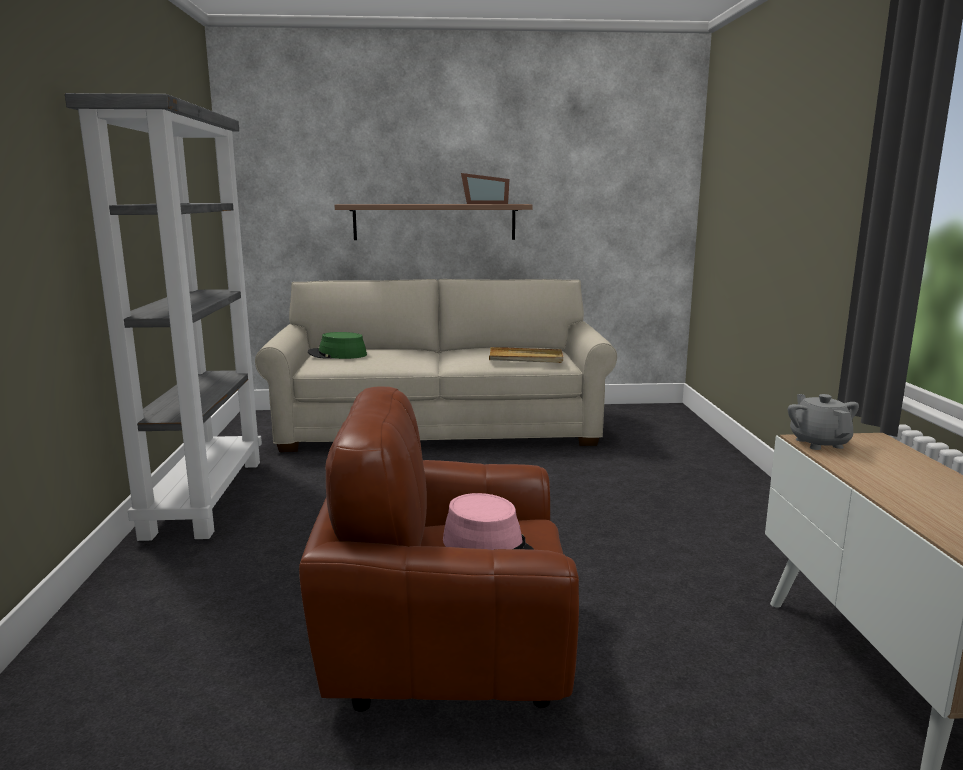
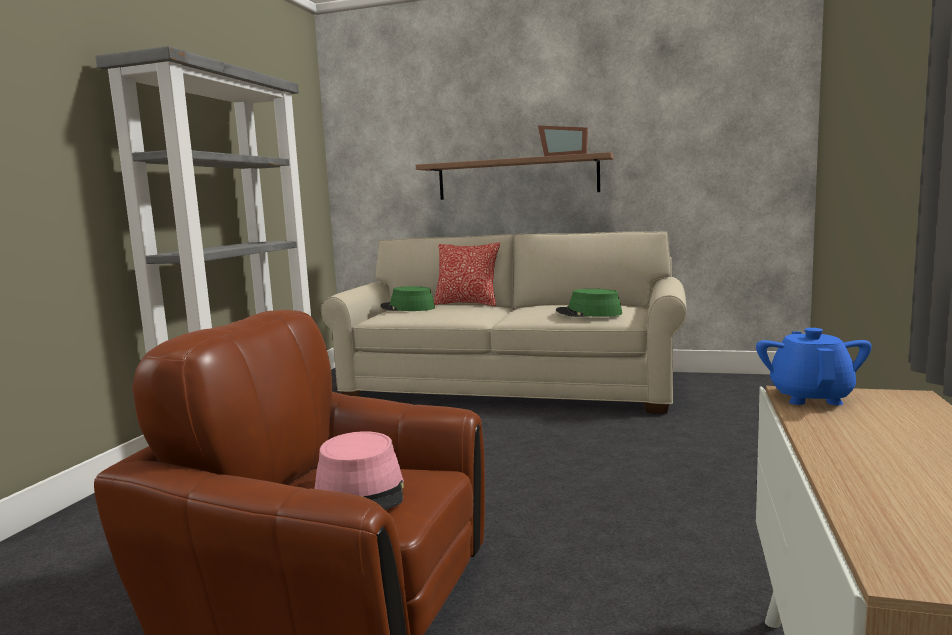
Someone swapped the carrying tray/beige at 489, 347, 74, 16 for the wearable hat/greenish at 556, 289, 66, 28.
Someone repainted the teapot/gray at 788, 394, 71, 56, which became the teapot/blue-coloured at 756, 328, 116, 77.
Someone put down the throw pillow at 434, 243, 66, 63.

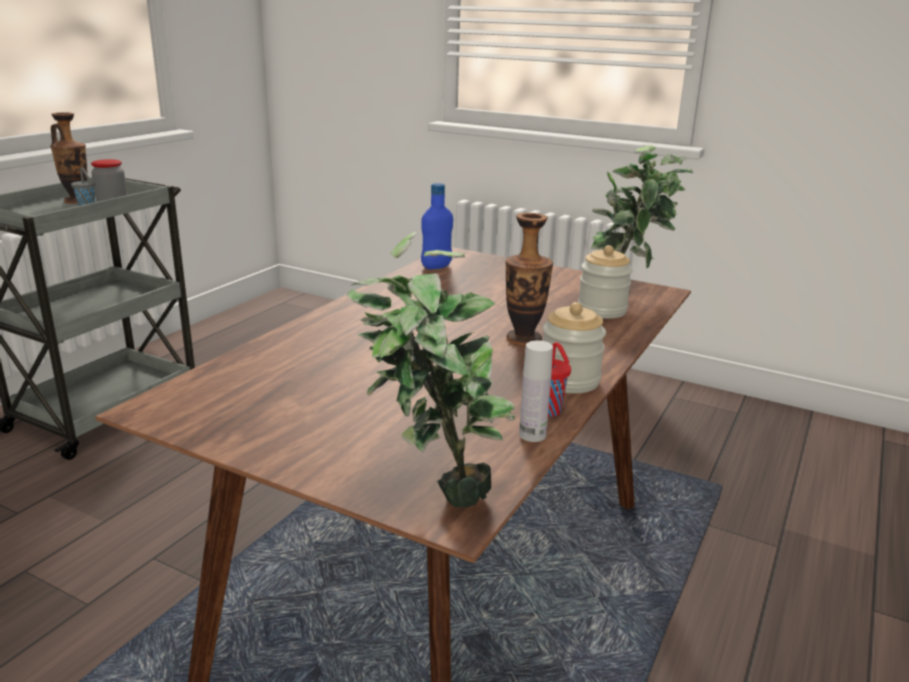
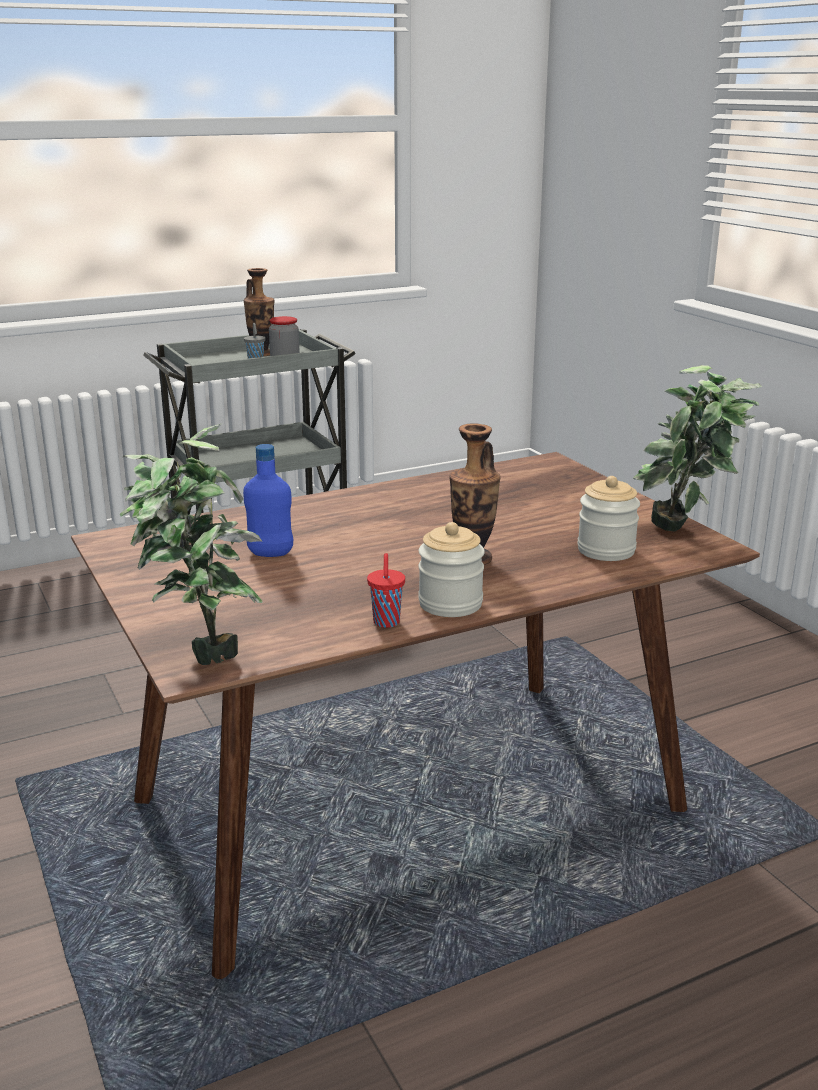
Someone carried the beverage bottle/blue-coloured from 421, 183, 32, 86 to 243, 444, 50, 113.
Someone took away the beverage bottle/white at 519, 340, 34, 102.

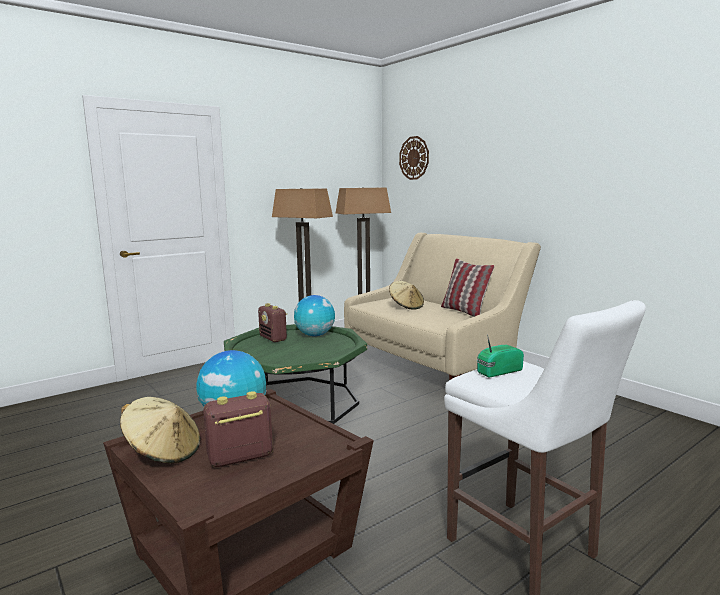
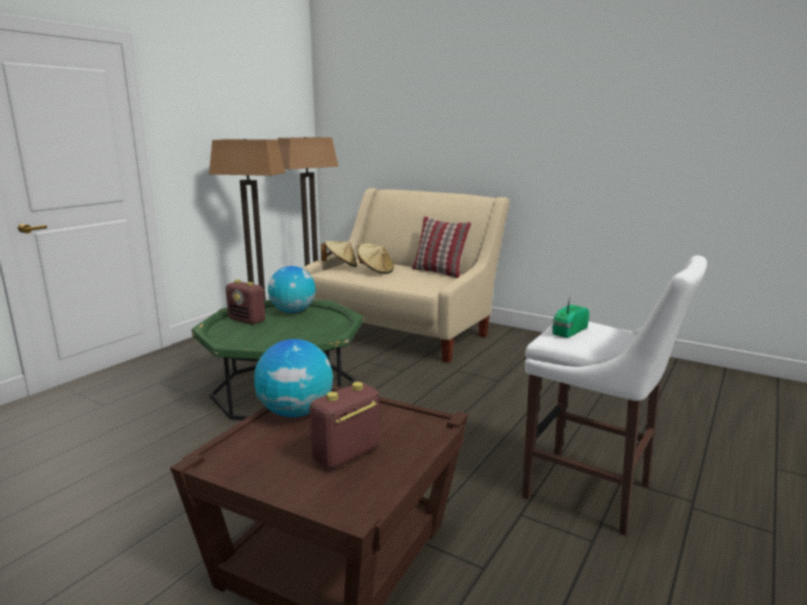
Someone carried the wearable hat/beige from 120, 397, 80, 66 to 321, 241, 36, 26.
Someone took away the hanging clock at 399, 136, 30, 44.

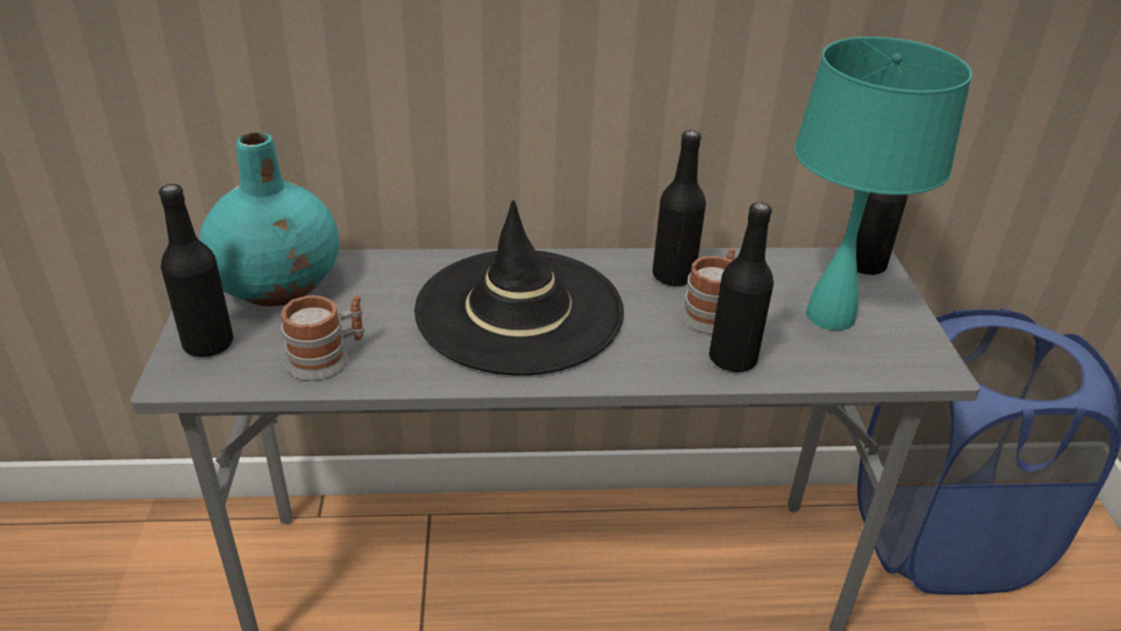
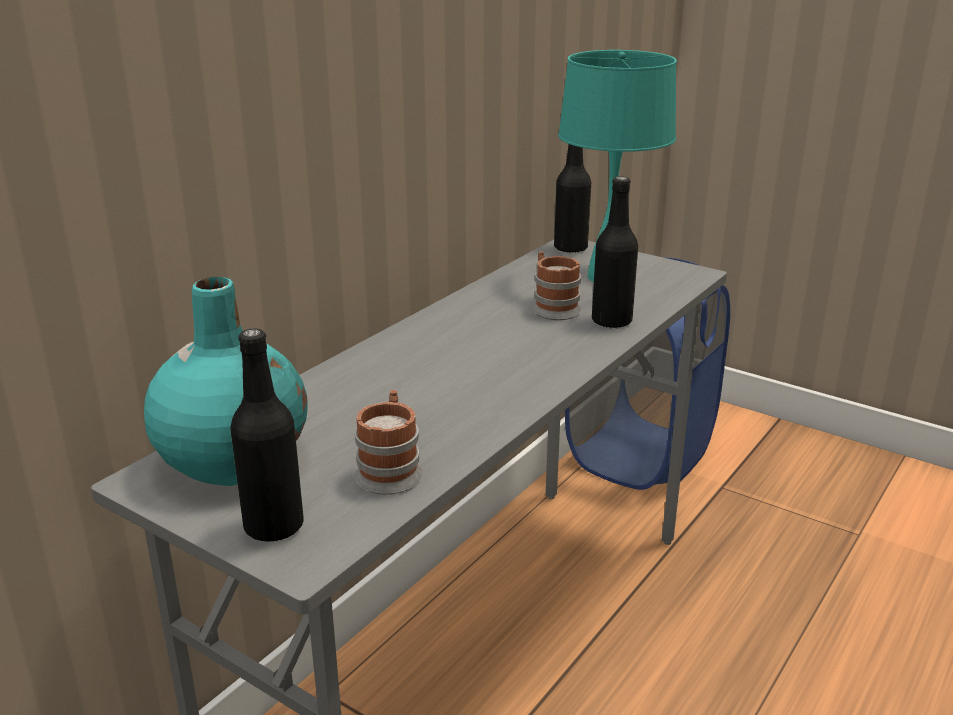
Someone took away the wearable hat/black-coloured at 414, 200, 210, 176.
Someone took away the beverage bottle/black-coloured at 652, 130, 54, 156.

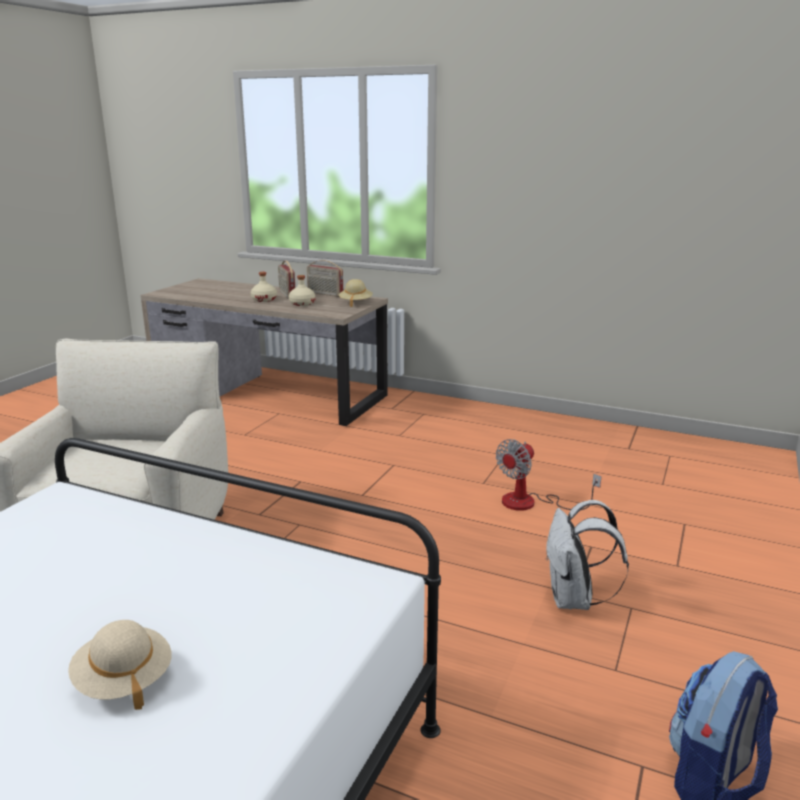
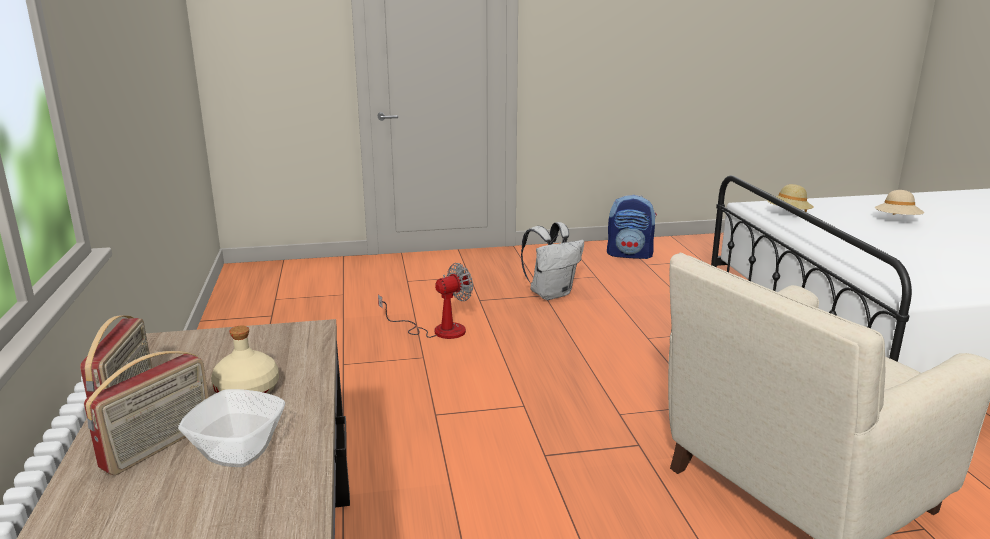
Someone swapped the beverage bottle/beige at 251, 272, 26, 30 for the deep dish at 178, 389, 107, 78.
Someone carried the wearable hat/beige from 339, 279, 34, 28 to 767, 184, 47, 28.
Someone rotated the electric fan at 496, 439, 106, 72 by 45 degrees counterclockwise.

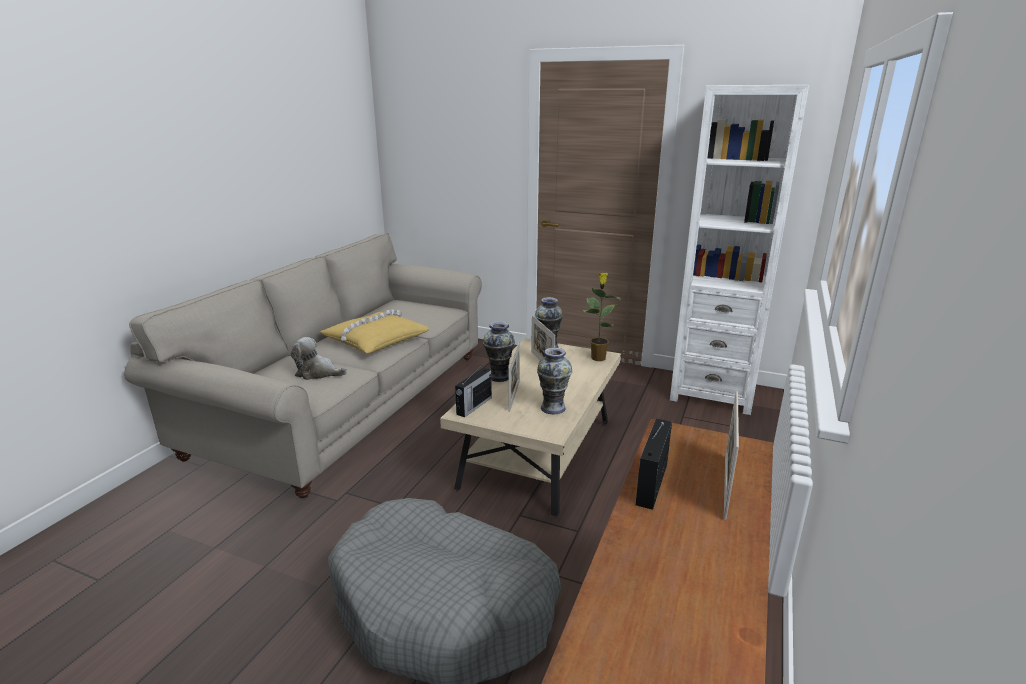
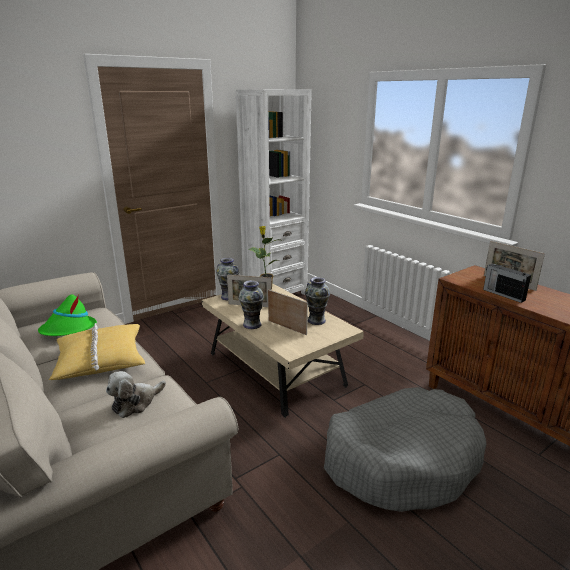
Someone took away the radio receiver at 455, 366, 37, 51.
Someone put down the wearable hat/greenish at 38, 294, 59, 42.

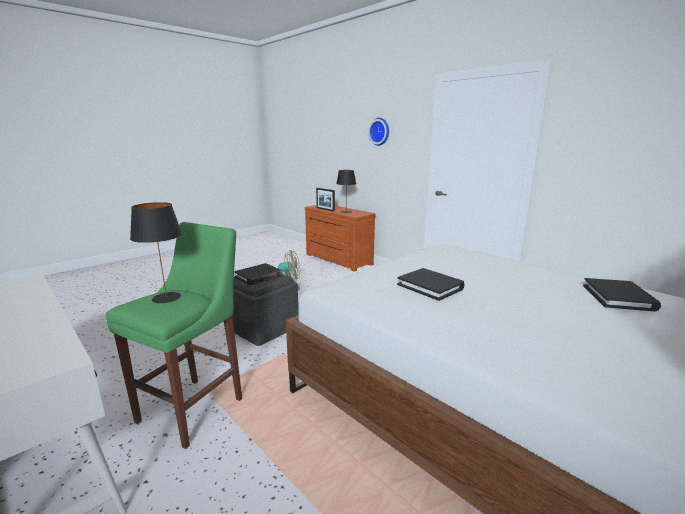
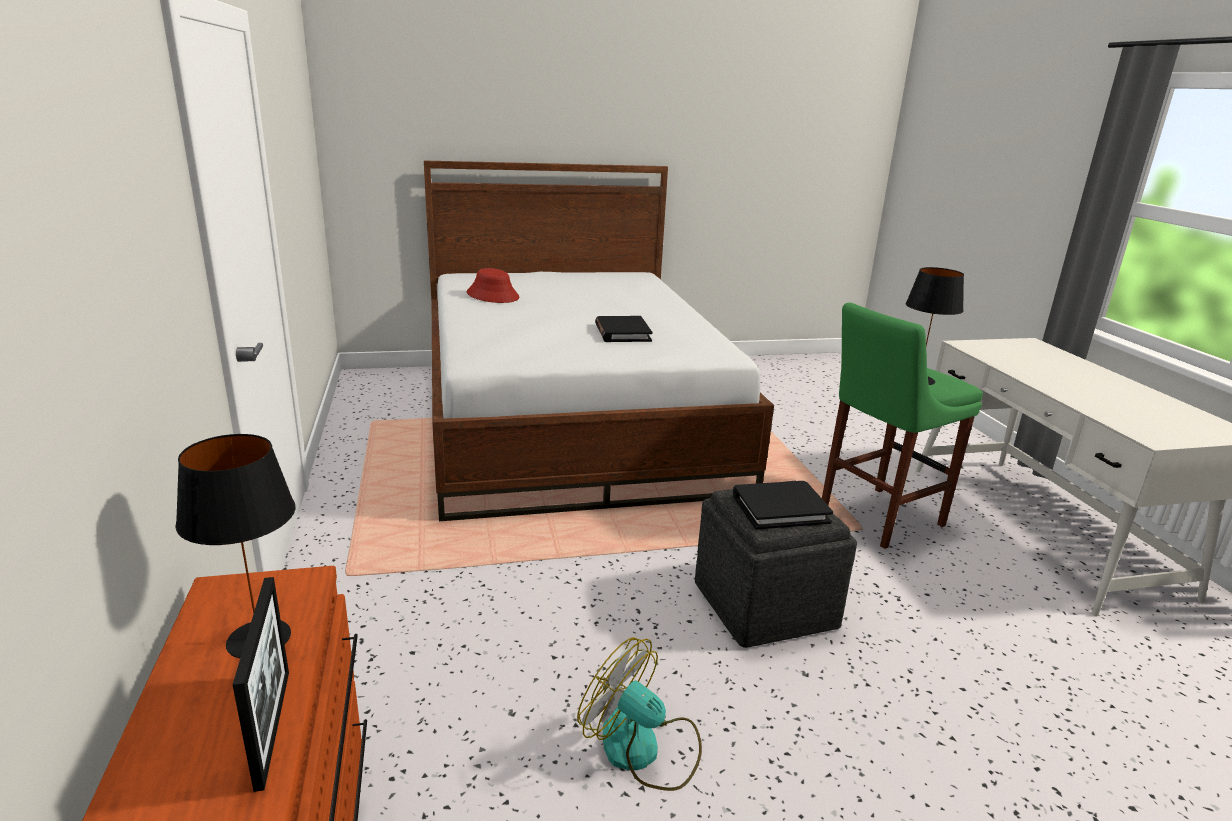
Someone took away the hanging clock at 368, 118, 21, 28.
Someone swapped the bound book/black-coloured at 583, 278, 78, 34 for the wearable hat/red-coloured at 467, 268, 52, 35.

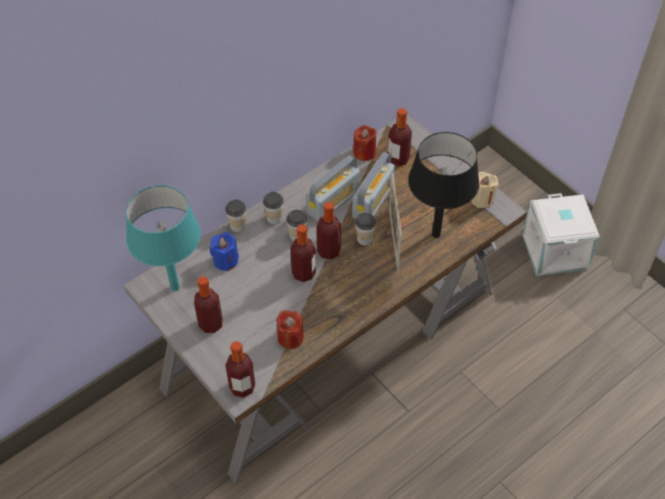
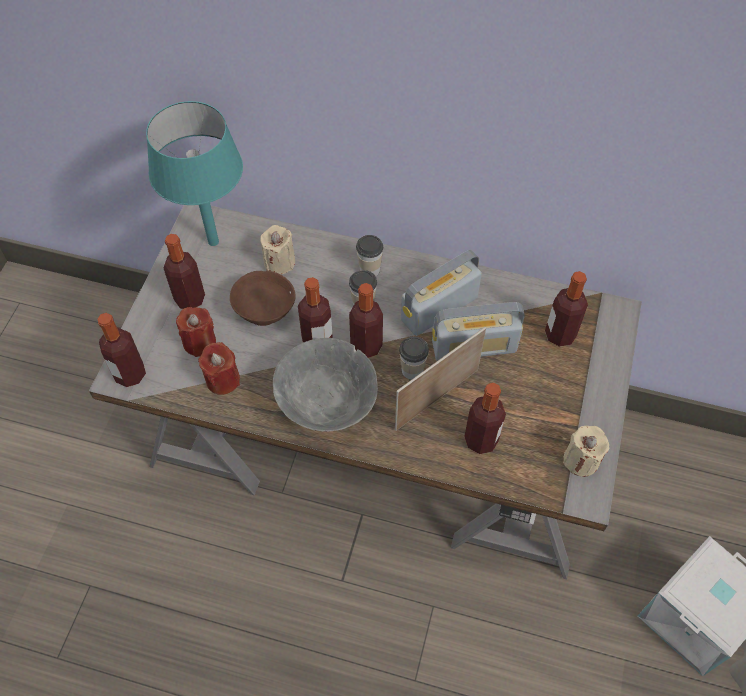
Someone repainted the candle/blue-coloured at 210, 232, 29, 39, which became the candle/beige at 260, 225, 35, 49.
Someone took away the drinking cup at 225, 200, 21, 32.
Someone rotated the radio receiver at 306, 156, 54, 65 by 135 degrees clockwise.
Someone carried the candle/red-coloured from 353, 125, 24, 36 to 176, 307, 40, 50.
Someone swapped the table lamp/black-coloured at 408, 132, 71, 106 for the beverage bottle at 464, 383, 42, 71.
Someone put down the deep dish/brown-coloured at 230, 271, 66, 55.
Someone put down the deep dish/gray at 273, 338, 105, 94.

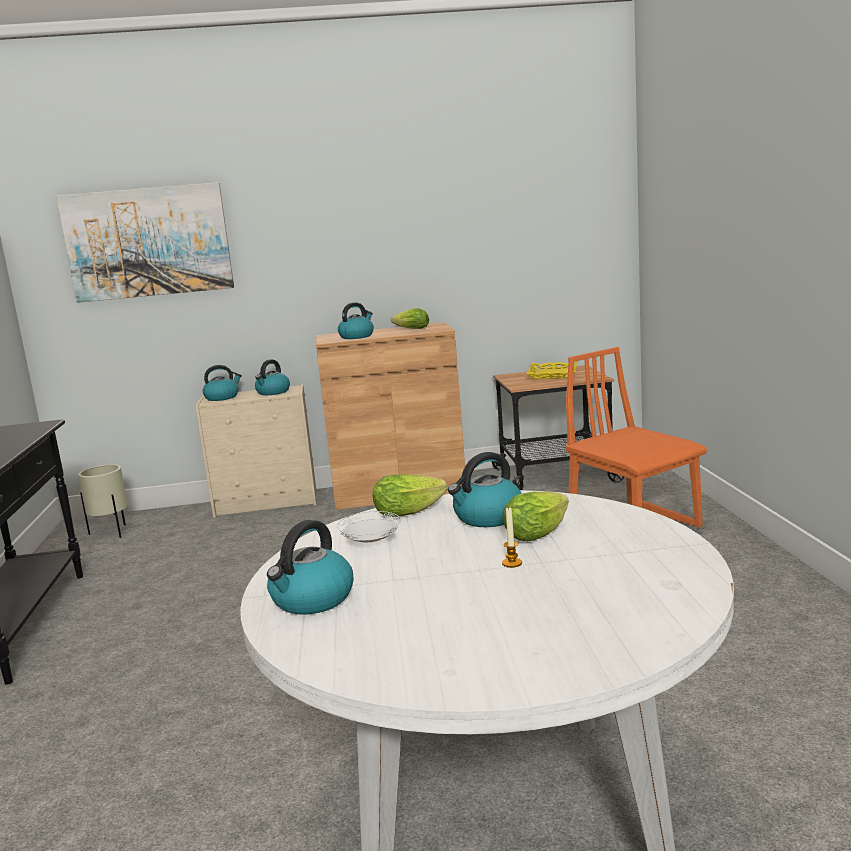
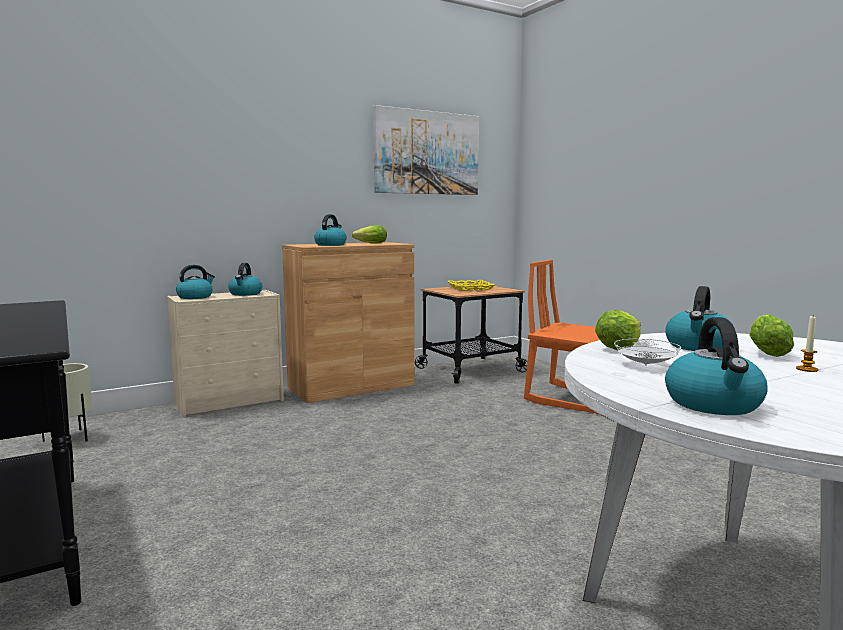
Someone carried the picture from 56, 182, 178, 121 to 373, 105, 106, 90.

